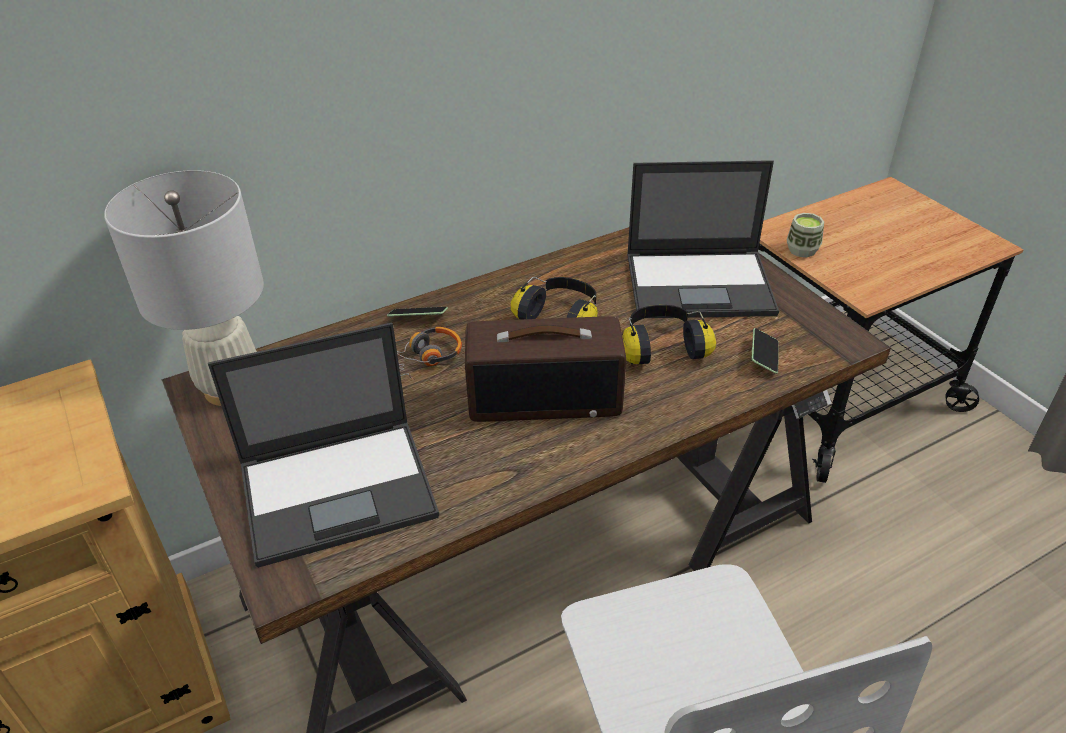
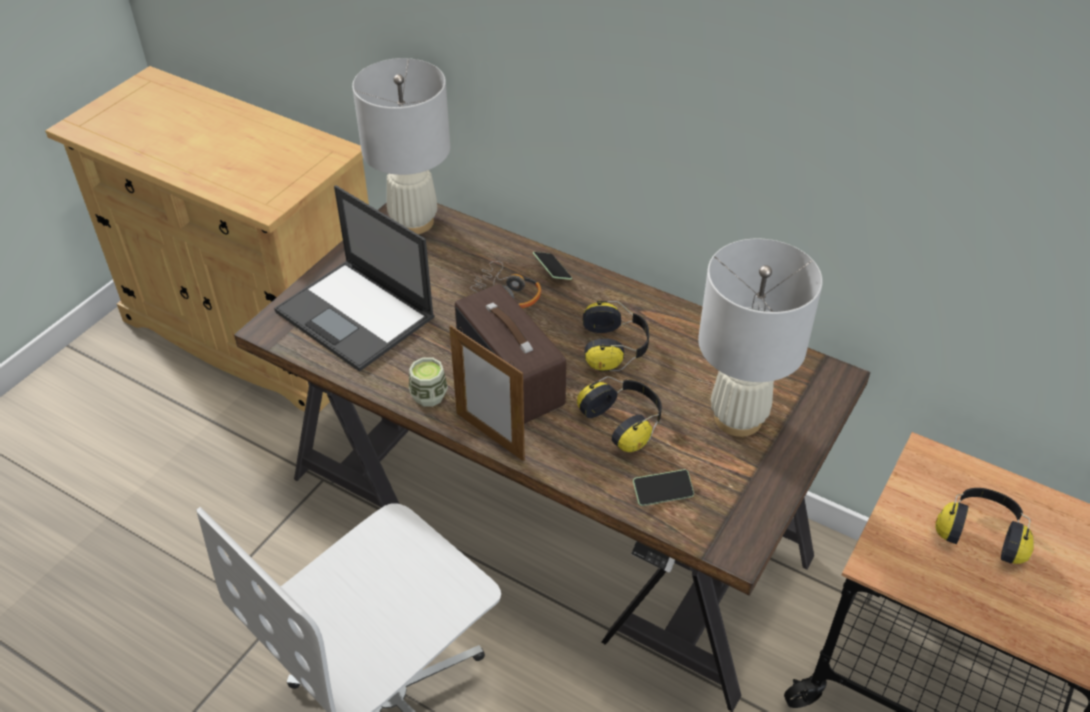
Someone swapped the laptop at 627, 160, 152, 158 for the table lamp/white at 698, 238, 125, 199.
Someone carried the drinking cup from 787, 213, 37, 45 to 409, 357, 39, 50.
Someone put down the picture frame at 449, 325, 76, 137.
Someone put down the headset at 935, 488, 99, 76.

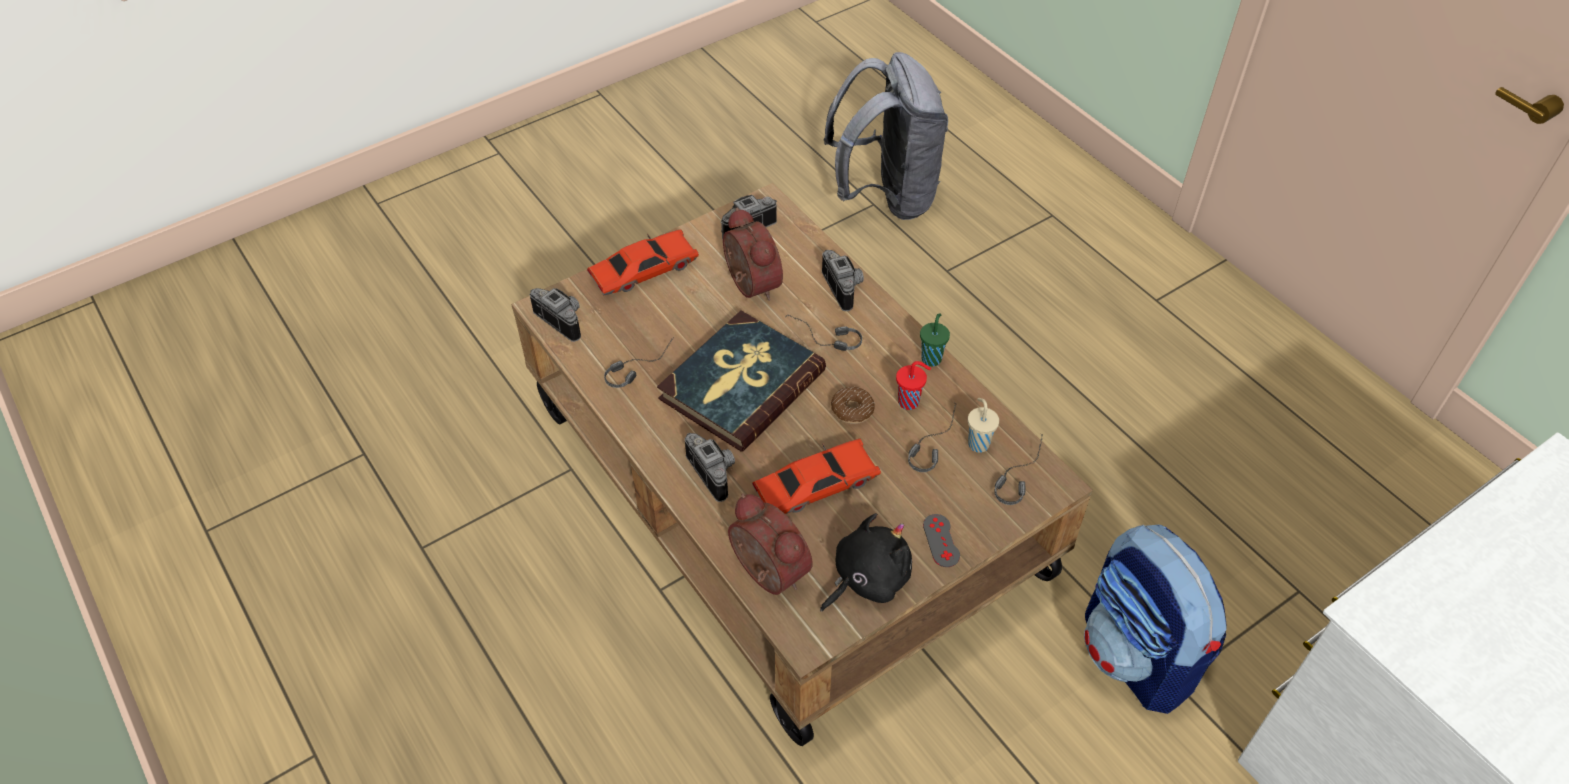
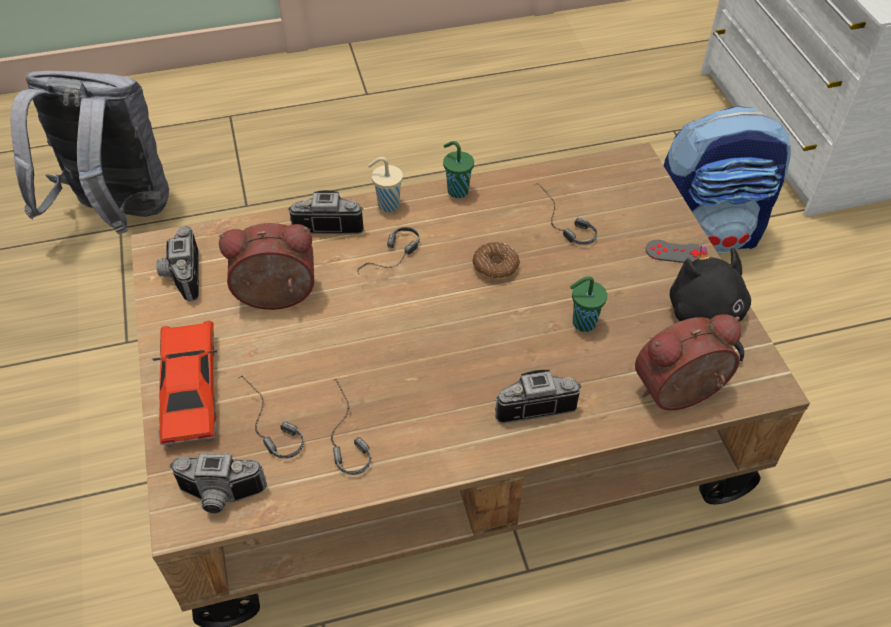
Someone rotated the still camera at 530, 288, 51, 54 by 150 degrees counterclockwise.
Someone took away the bound book at 657, 310, 169, 142.
Someone swapped the miniature car/red-coloured at 752, 438, 129, 76 for the drinking cup/greenish at 570, 276, 37, 56.
Someone took away the drinking cup/red-coloured at 896, 361, 35, 49.
Someone carried the drinking cup/beige from 968, 398, 31, 55 to 368, 157, 35, 55.
Someone carried the headset from 994, 433, 49, 72 to 239, 376, 65, 83.

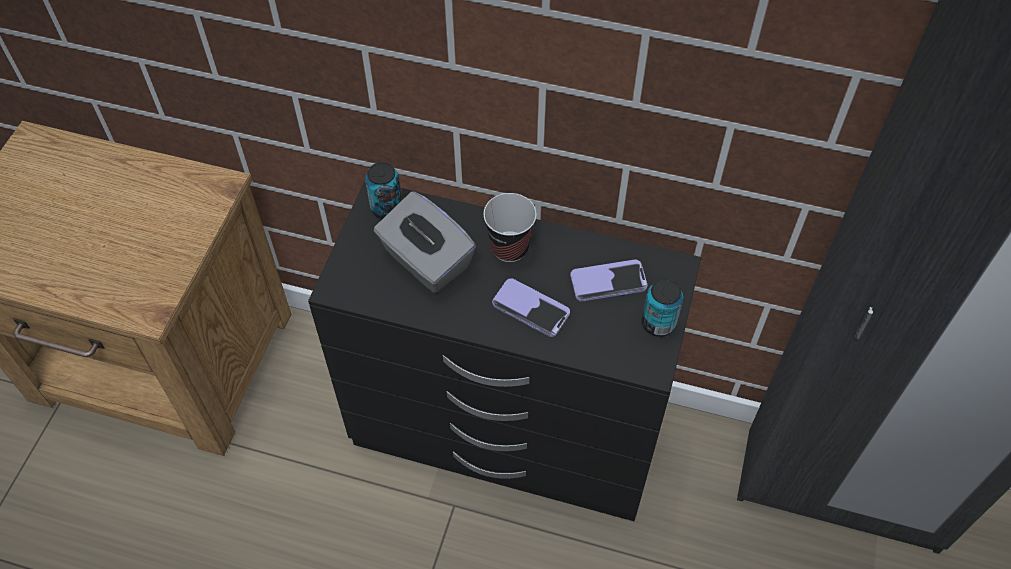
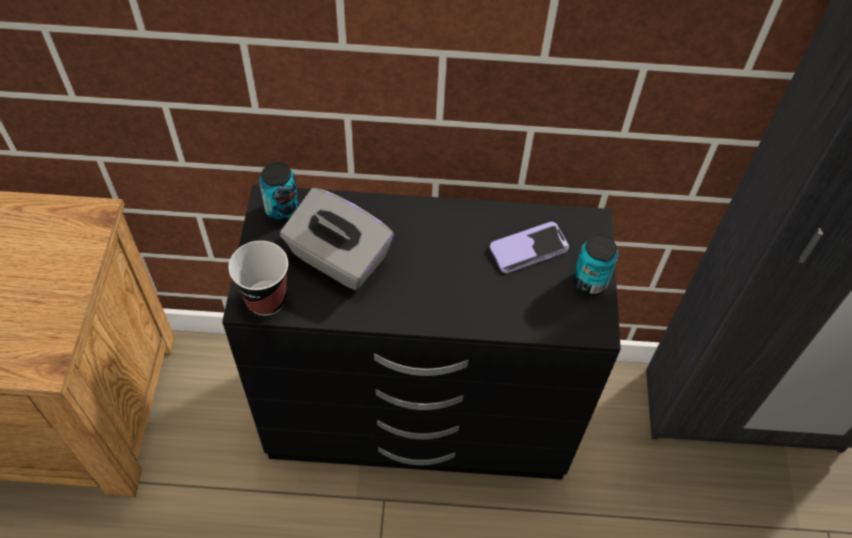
Someone carried the drinking cup from 483, 193, 54, 69 to 228, 241, 60, 75.
Someone took away the phone at 492, 278, 78, 59.

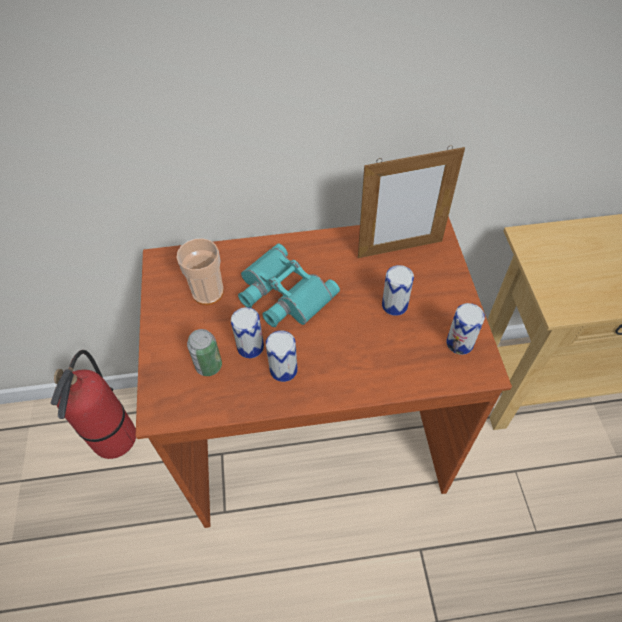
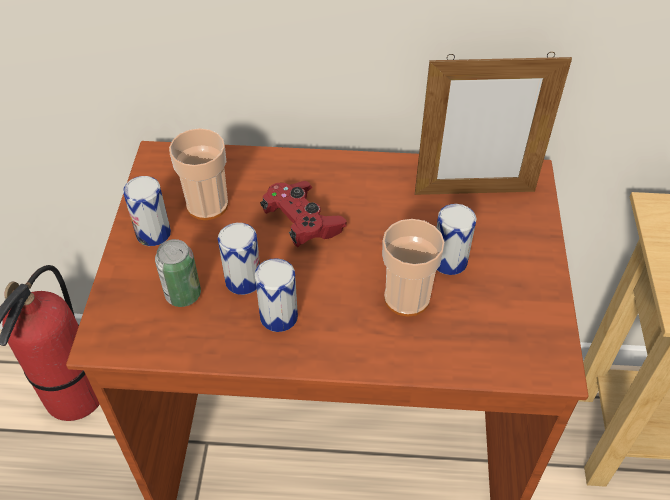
Someone swapped the field glasses/blue-green at 238, 244, 102, 83 for the gamepad/red-coloured at 260, 181, 87, 66.
Someone carried the sealed can from 447, 303, 38, 52 to 123, 176, 48, 70.
Someone put down the drinking cup at 382, 219, 63, 97.

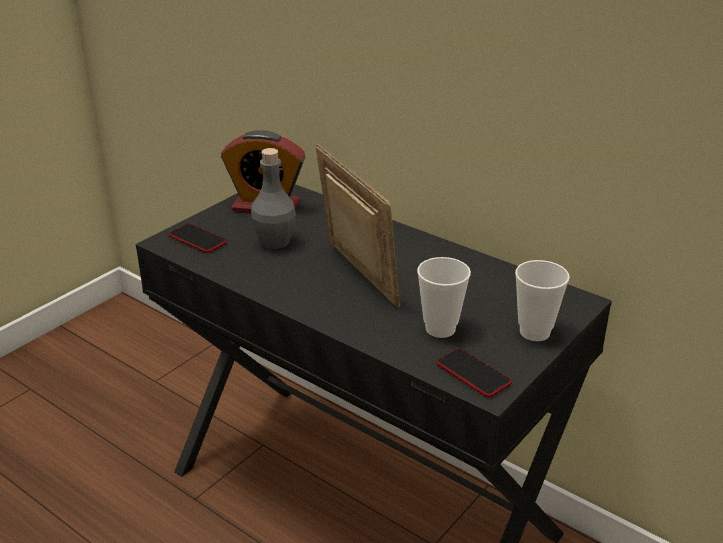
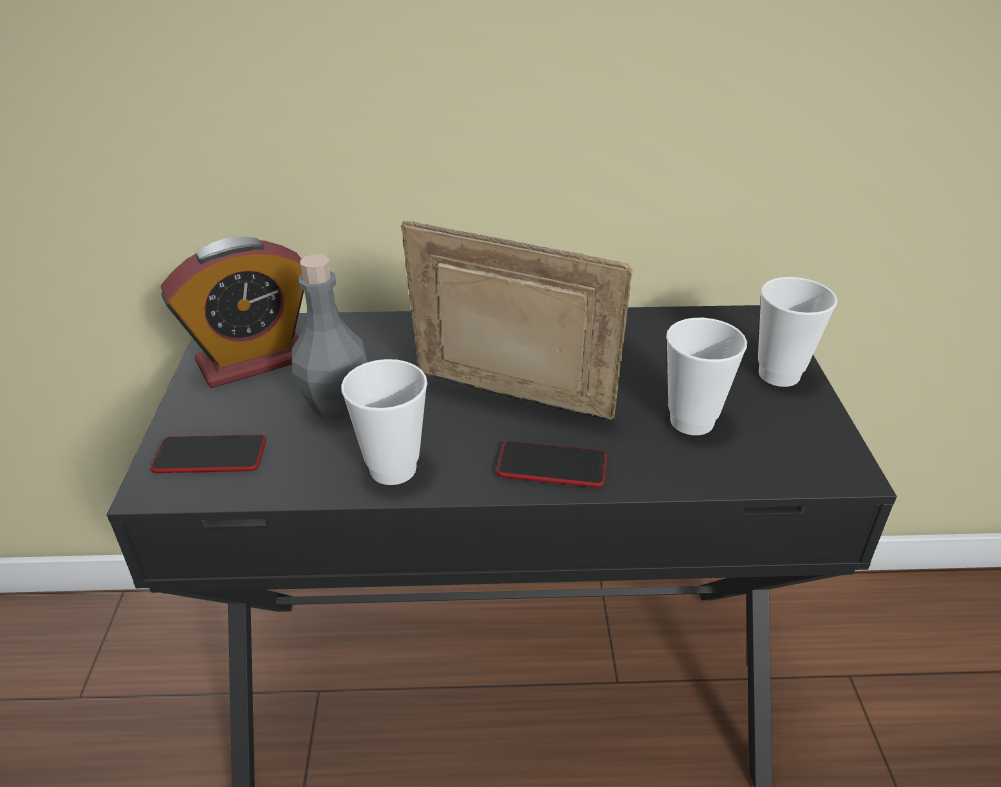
Someone carried the phone from 436, 348, 76, 49 to 497, 441, 110, 47.
Someone put down the drinking cup at 341, 359, 87, 126.

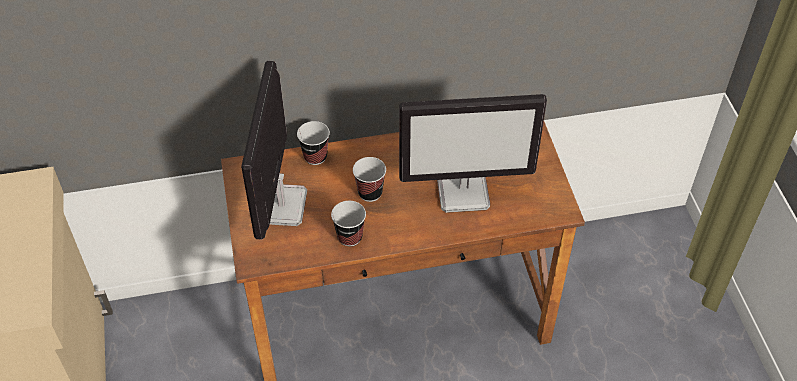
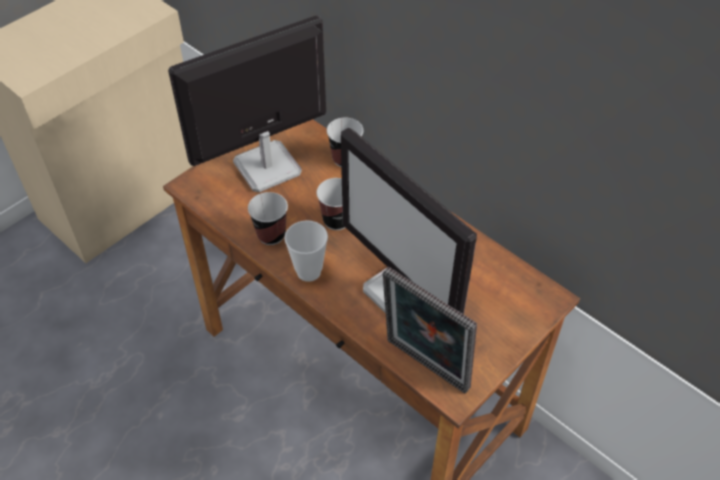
Someone put down the drinking cup at 284, 220, 44, 62.
Someone put down the picture frame at 383, 267, 94, 127.

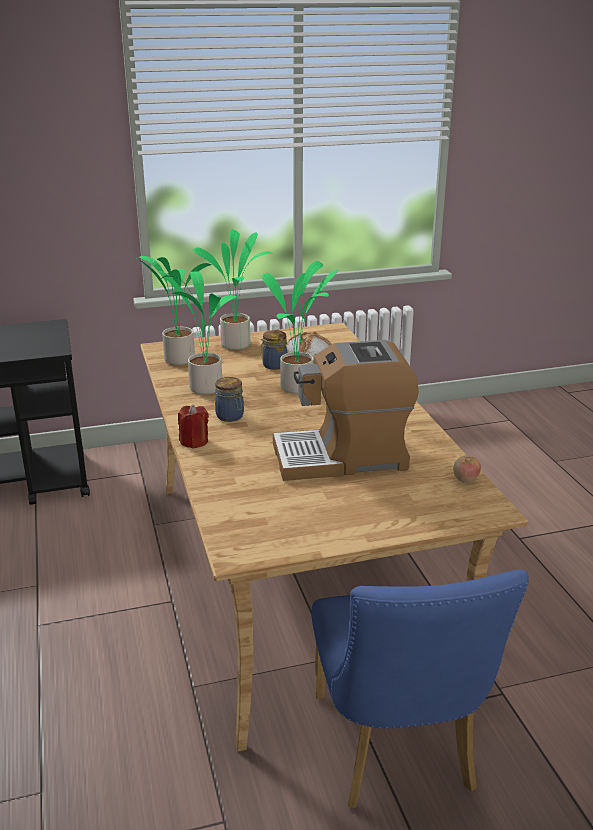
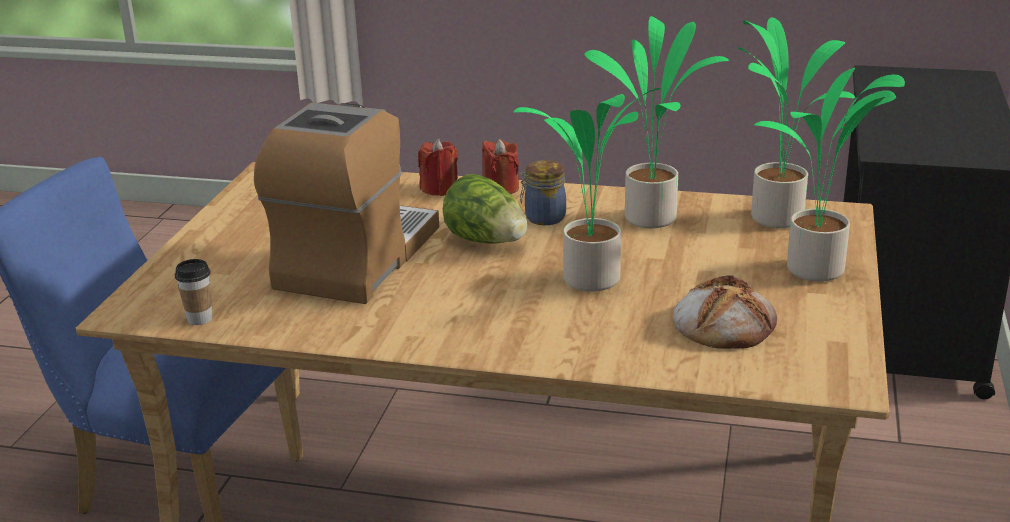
Someone took away the preserve jar at 261, 330, 26, 40.
Someone swapped the whole apple at 453, 456, 28, 26 for the drinking cup at 175, 259, 37, 66.
Someone put down the candle/red-coloured at 418, 139, 40, 57.
Someone put down the head of lettuce at 443, 174, 84, 70.

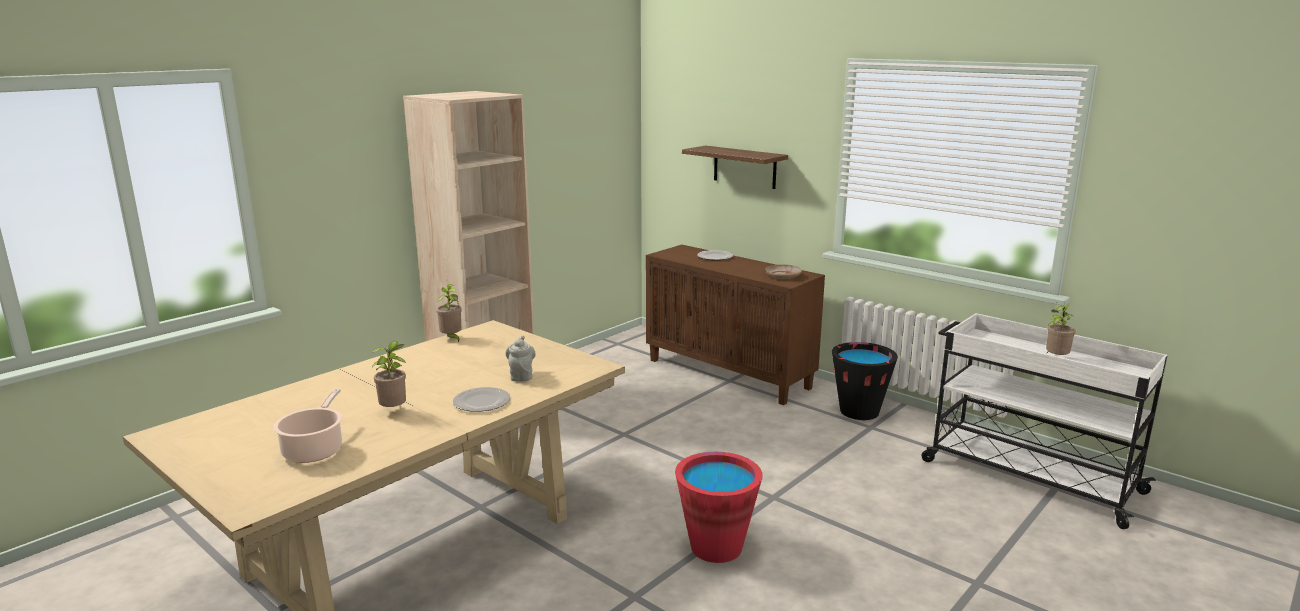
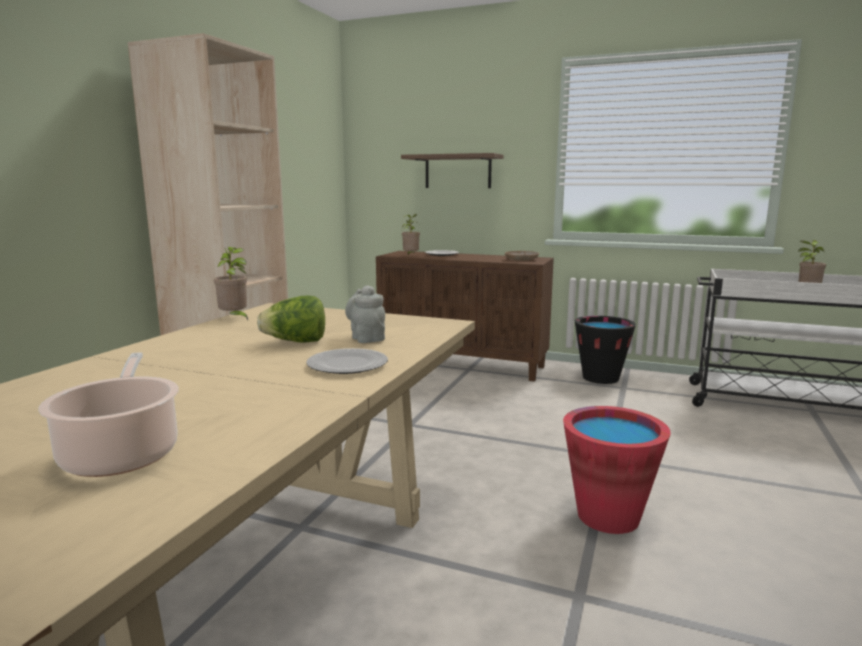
Someone carried the houseplant from 371, 341, 35, 66 to 402, 214, 18, 41.
Someone put down the head of lettuce at 257, 295, 68, 48.

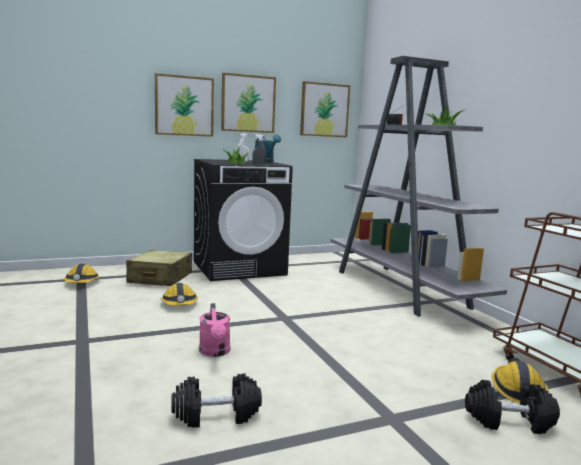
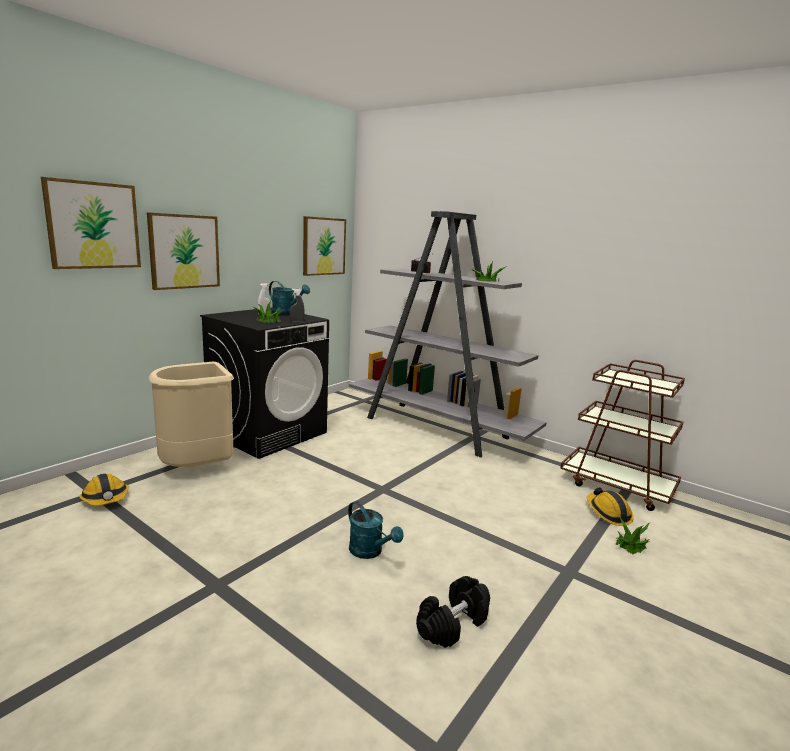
Someone swapped the travel case/beige at 126, 250, 66, 36 for the waste bin/beige at 148, 362, 86, 105.
Someone took away the hard hat at 161, 283, 37, 23.
Someone repainted the watering pot/pink at 199, 303, 31, 54, which became the watering pot/blue-green at 348, 501, 55, 58.
Someone carried the picture from 221, 73, 55, 60 to 41, 177, 100, 92.
Someone swapped the hand weight/black-coloured at 465, 380, 95, 54 for the houseplant at 616, 518, 35, 36.

